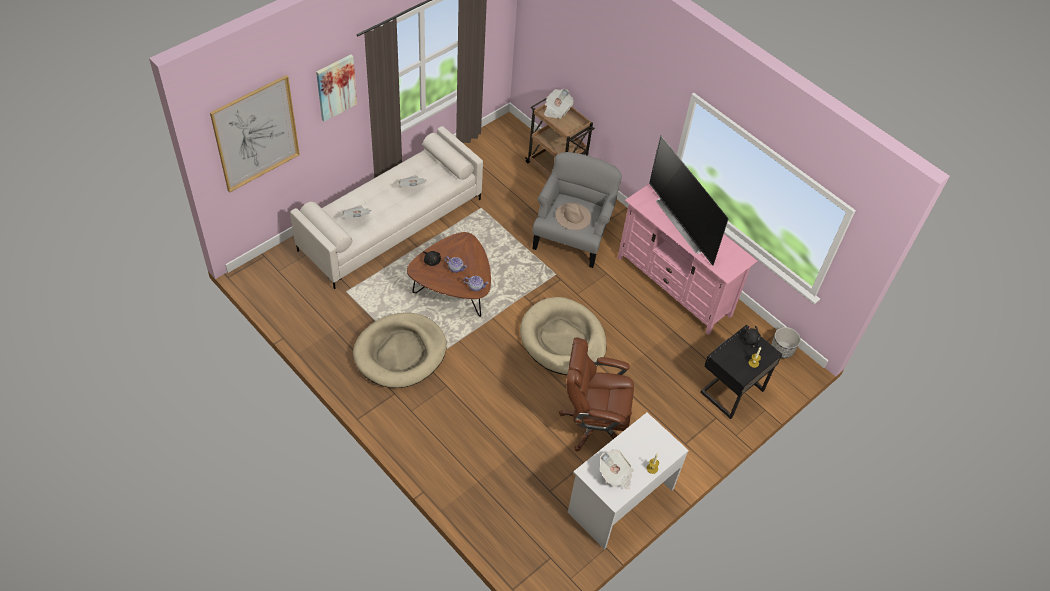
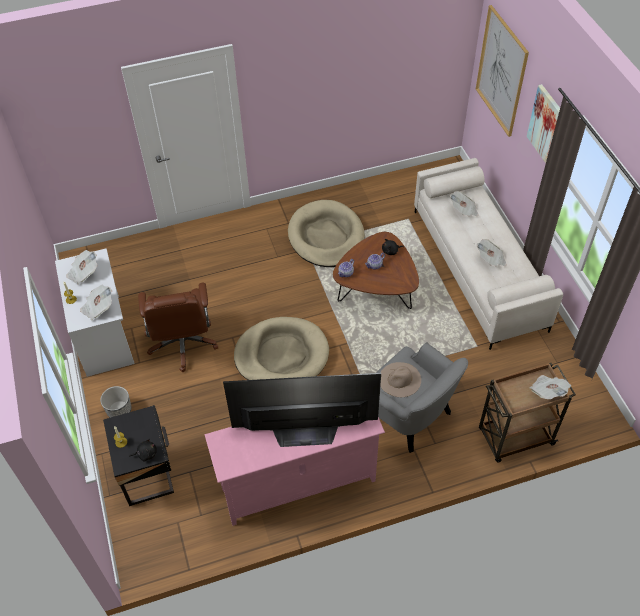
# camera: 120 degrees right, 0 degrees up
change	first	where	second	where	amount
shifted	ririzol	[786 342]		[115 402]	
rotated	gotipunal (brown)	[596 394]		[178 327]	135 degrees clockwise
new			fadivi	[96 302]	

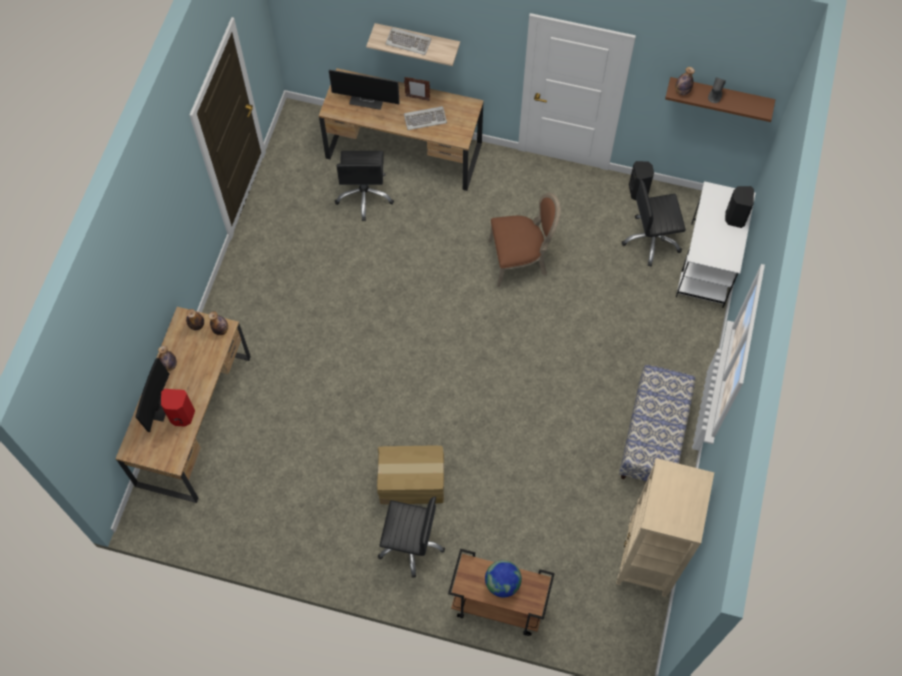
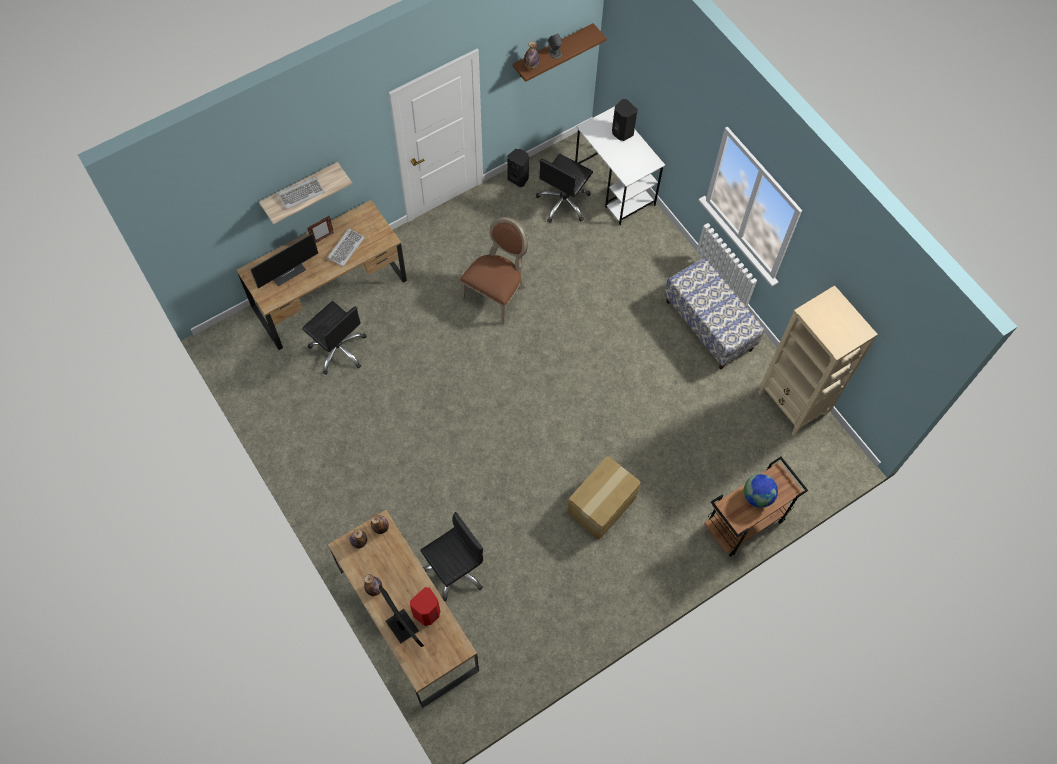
# camera: 50 degrees left, 0 degrees up
change	first	where	second	where	amount
shifted	gotipunal (black)	[411 537]		[451 556]	

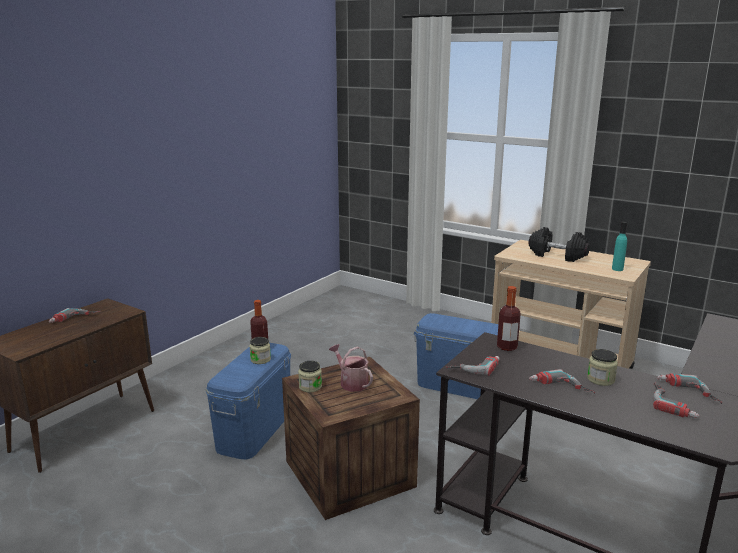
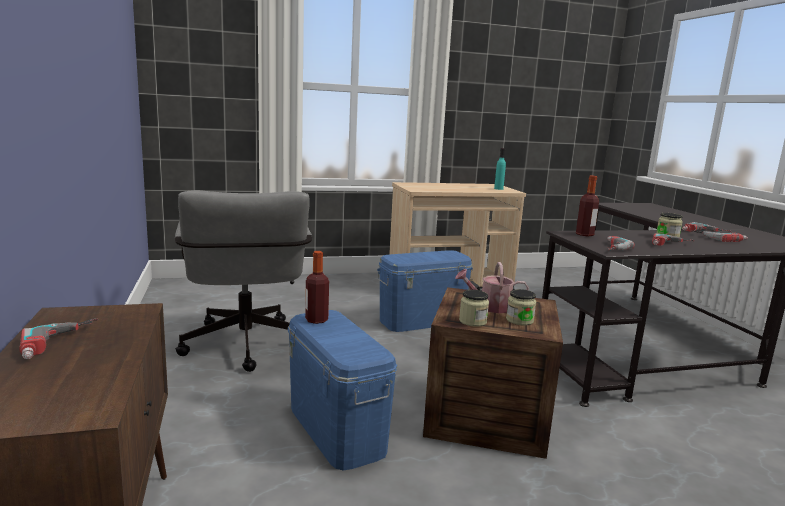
# camera: 50 degrees left, 5 degrees down
change	first	where	second	where	amount
gone	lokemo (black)	[559 244]			
shifted	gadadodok	[260 350]		[521 307]	
new			gotipunal (grey)	[243 281]	

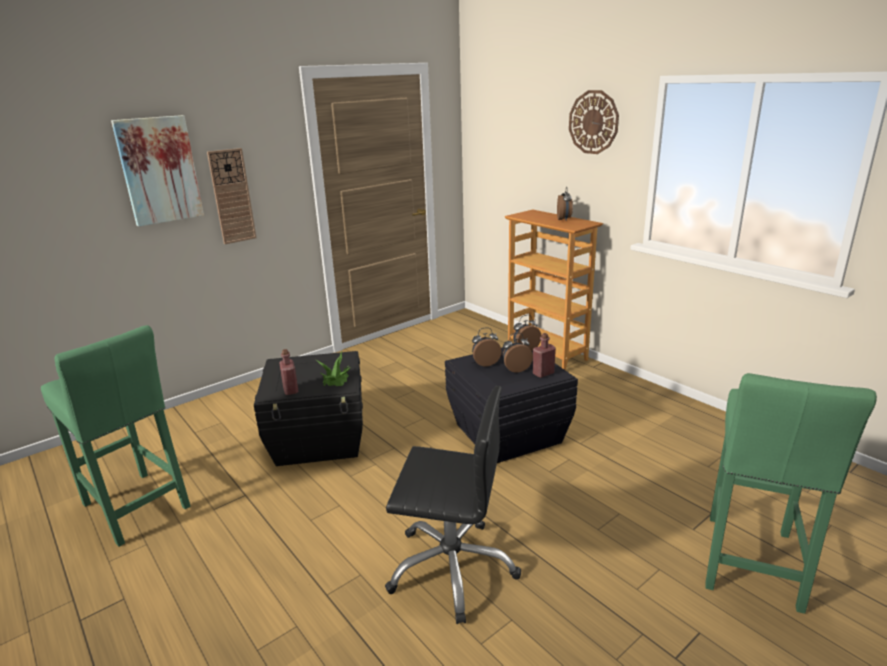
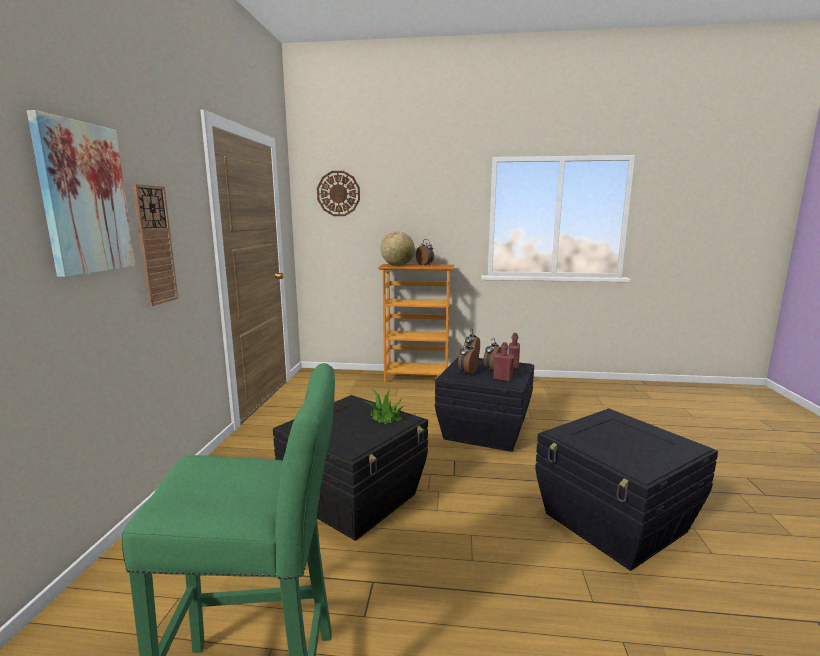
# camera: 45 degrees left, 10 degrees down
change	first	where	second	where	amount
shifted	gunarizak	[594 122]		[338 193]	
shifted	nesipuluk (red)	[289 372]		[503 362]	
gone	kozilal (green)	[791 493]			
swapped	gotipunal (black)	[453 505]	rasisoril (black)	[626 490]	
new			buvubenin	[397 248]	

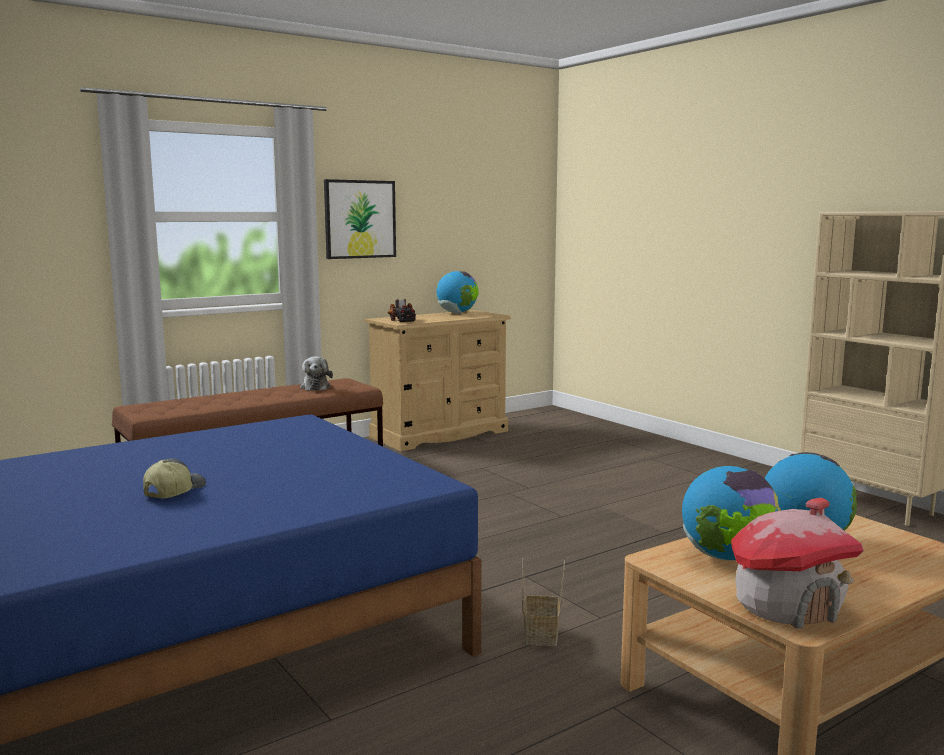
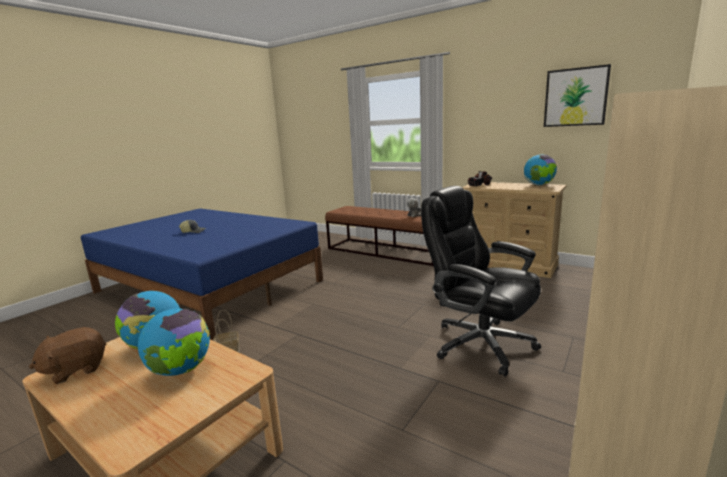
# camera: 70 degrees right, 5 degrees up
change	first	where	second	where	amount
shifted	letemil	[360 219]		[577 95]	
swapped	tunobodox	[797 563]	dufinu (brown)	[68 355]	
new			gotipunal (black)	[481 281]	

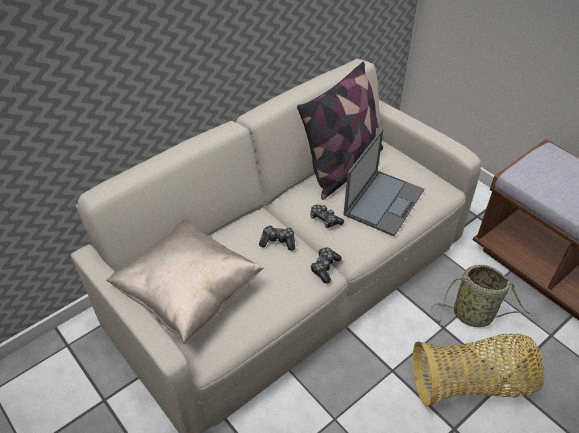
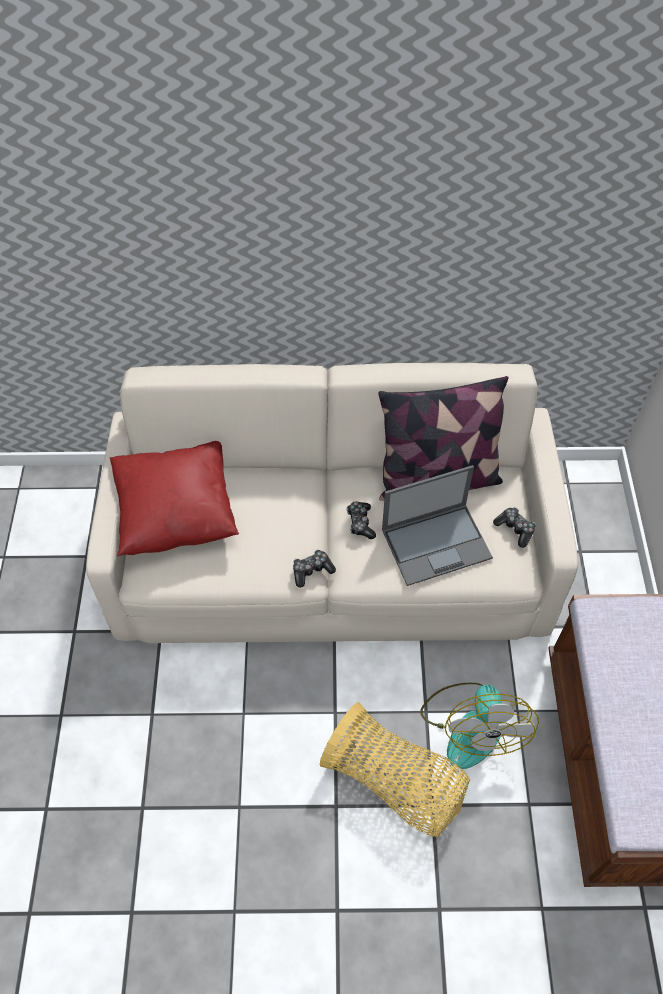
# camera: 40 degrees right, 10 degrees up
change	first	where	second	where	amount
repainted	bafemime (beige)	[185 281]	bafemime (red)	[174 499]	
shifted	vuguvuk	[277 238]		[514 527]	
swapped	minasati	[484 296]	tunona	[479 726]	

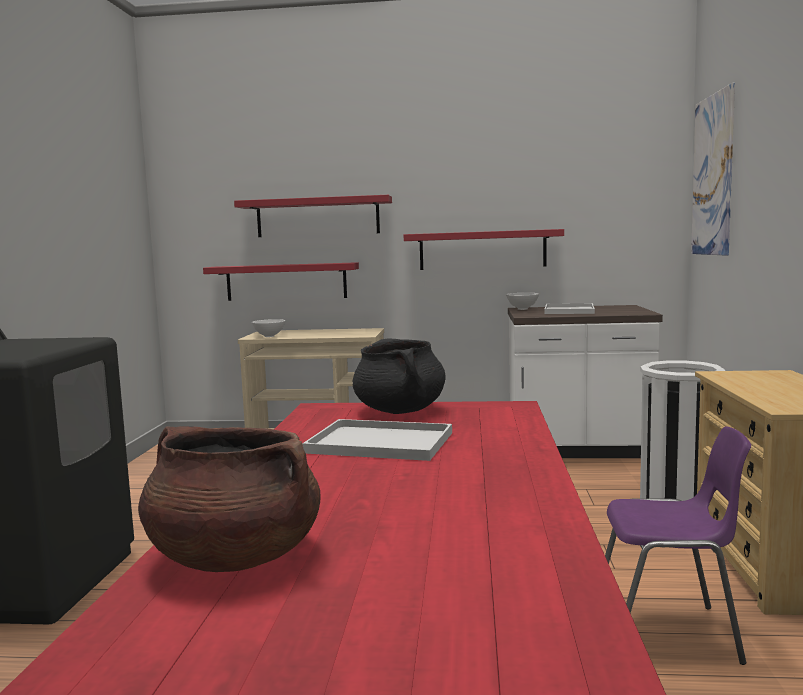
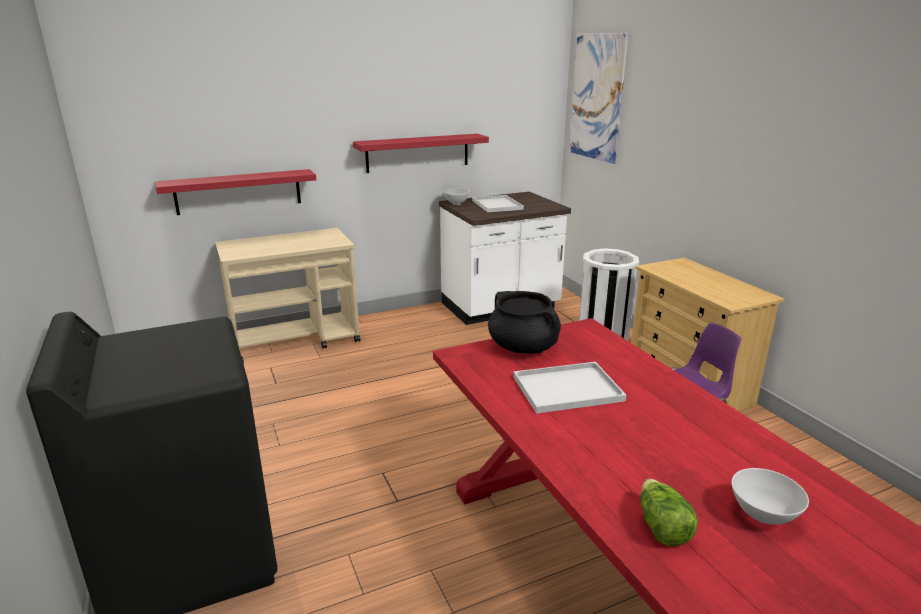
# camera: 30 degrees left, 15 degrees up
change	first	where	second	where	amount
gone	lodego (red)	[313 216]			
shifted	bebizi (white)	[268 328]		[770 496]	
swapped	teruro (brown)	[229 499]	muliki	[669 513]	

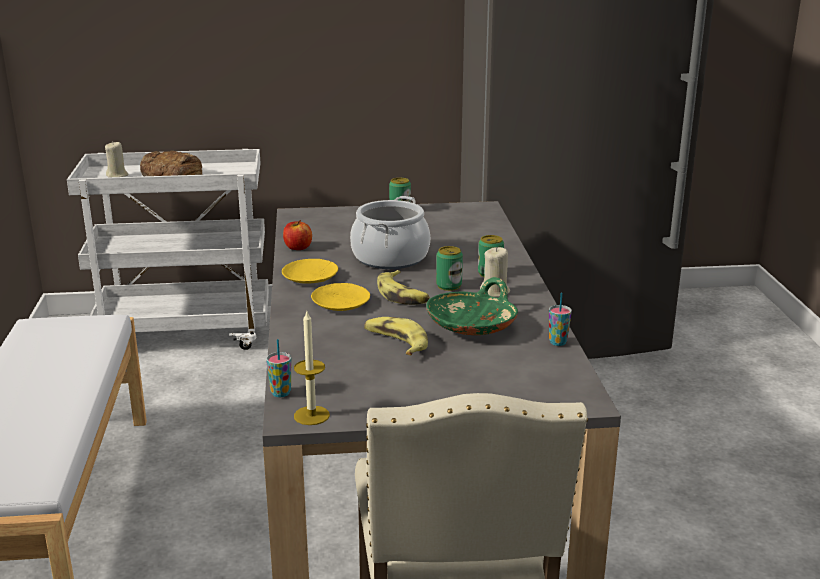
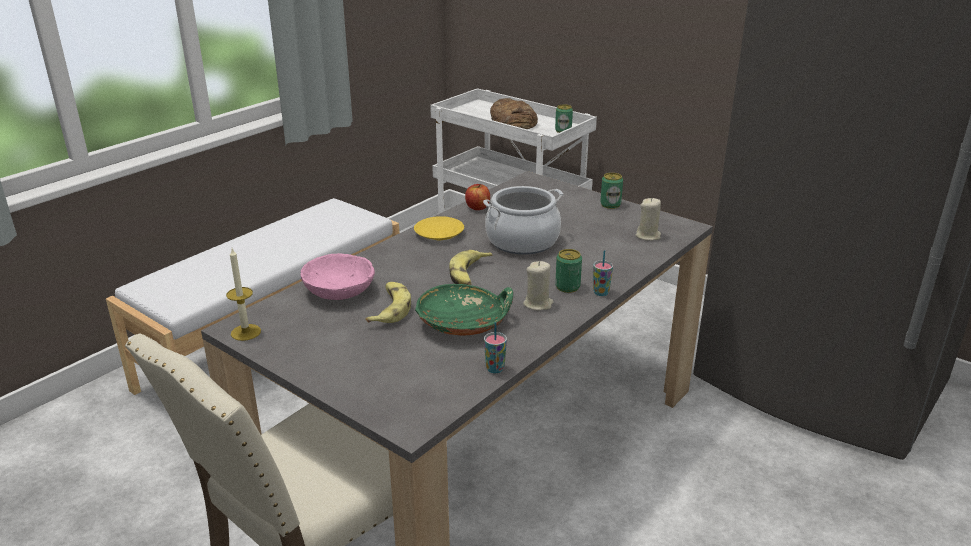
# camera: 45 degrees right, 5 degrees up
change	first	where	second	where	amount
shifted	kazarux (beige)	[117 159]		[648 219]	
shifted	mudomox	[449 268]		[564 118]	
gone	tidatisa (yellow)	[340 297]			
shifted	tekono	[278 368]		[603 273]	
new			bebizi (pink)	[338 276]	

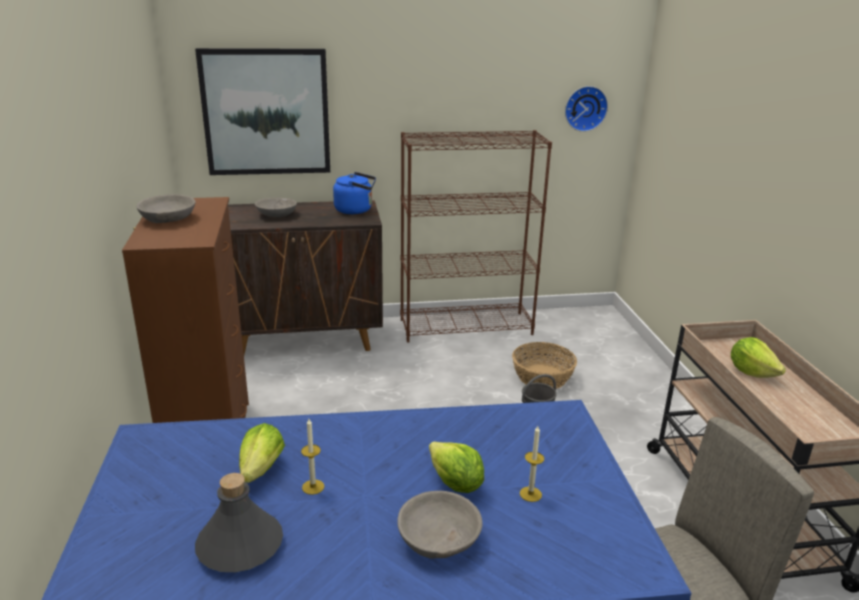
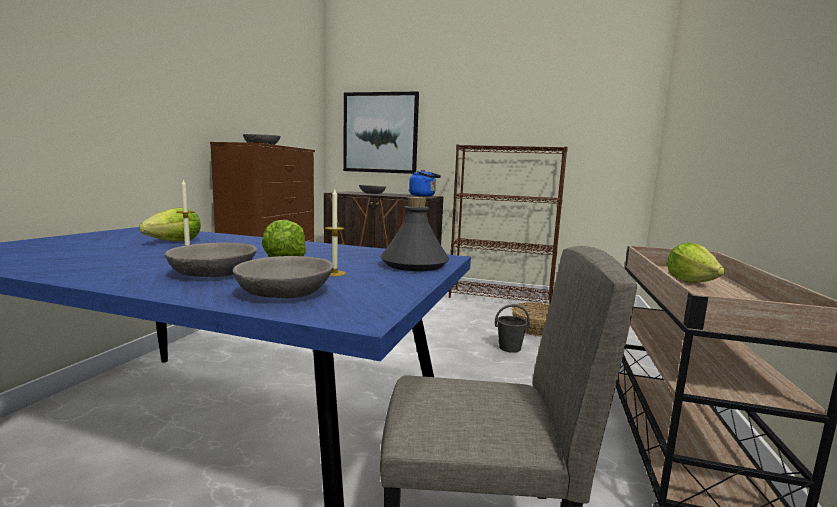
# camera: 25 degrees right, 15 degrees down
change	first	where	second	where	amount
gone	gunarizak	[586 109]			
shifted	nesipuluk (grey)	[239 522]		[414 234]	
new			bebizi (grey)	[283 277]	

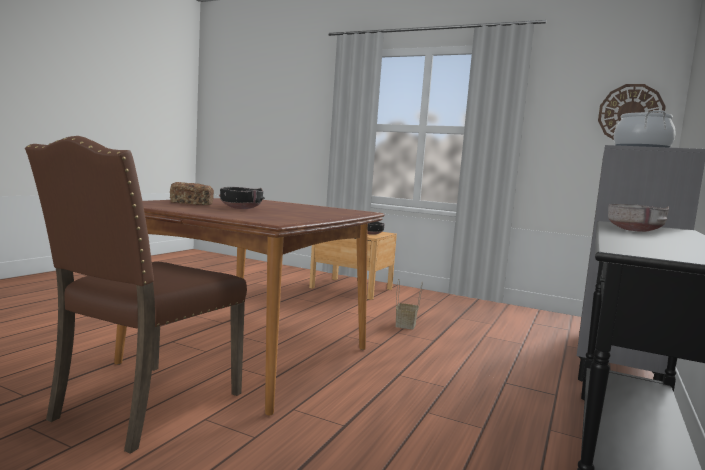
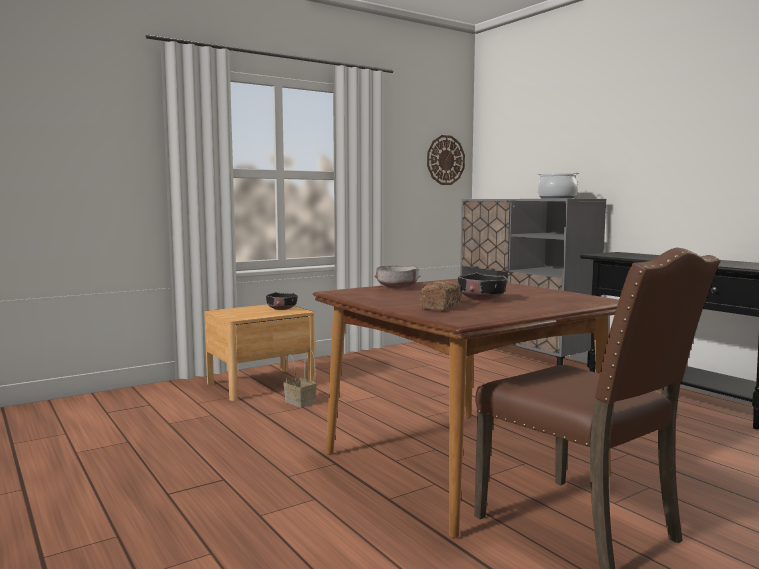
# camera: 60 degrees left, 0 degrees up
change	first	where	second	where	amount
shifted	bebizi (grey)	[638 218]		[398 276]	
shifted	minasati	[409 303]		[300 378]	

